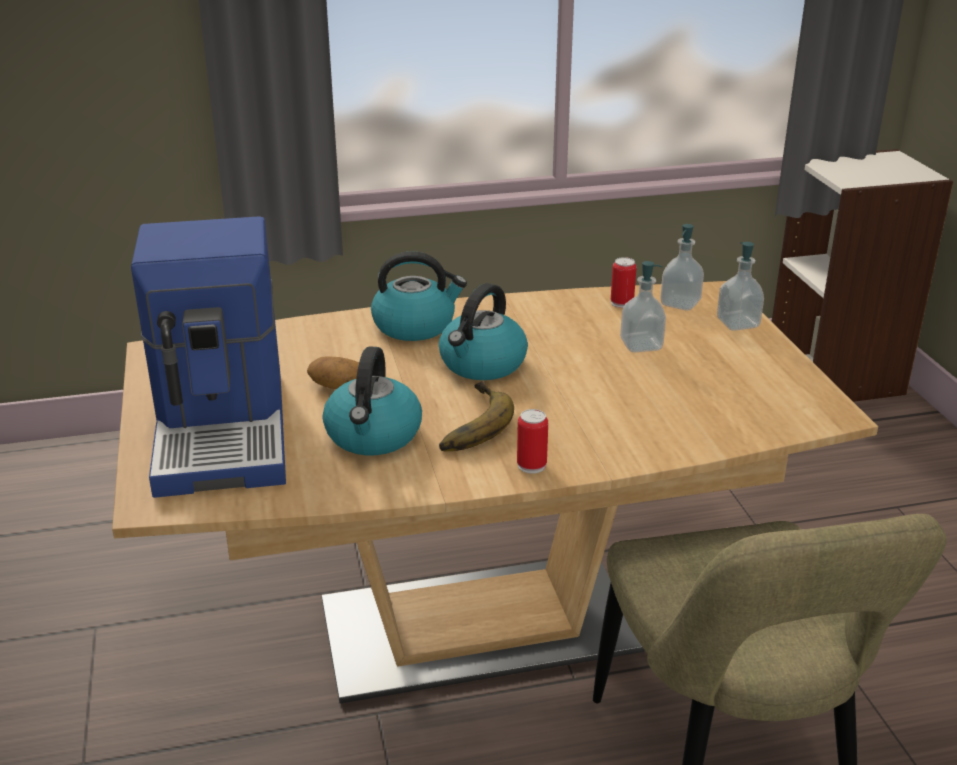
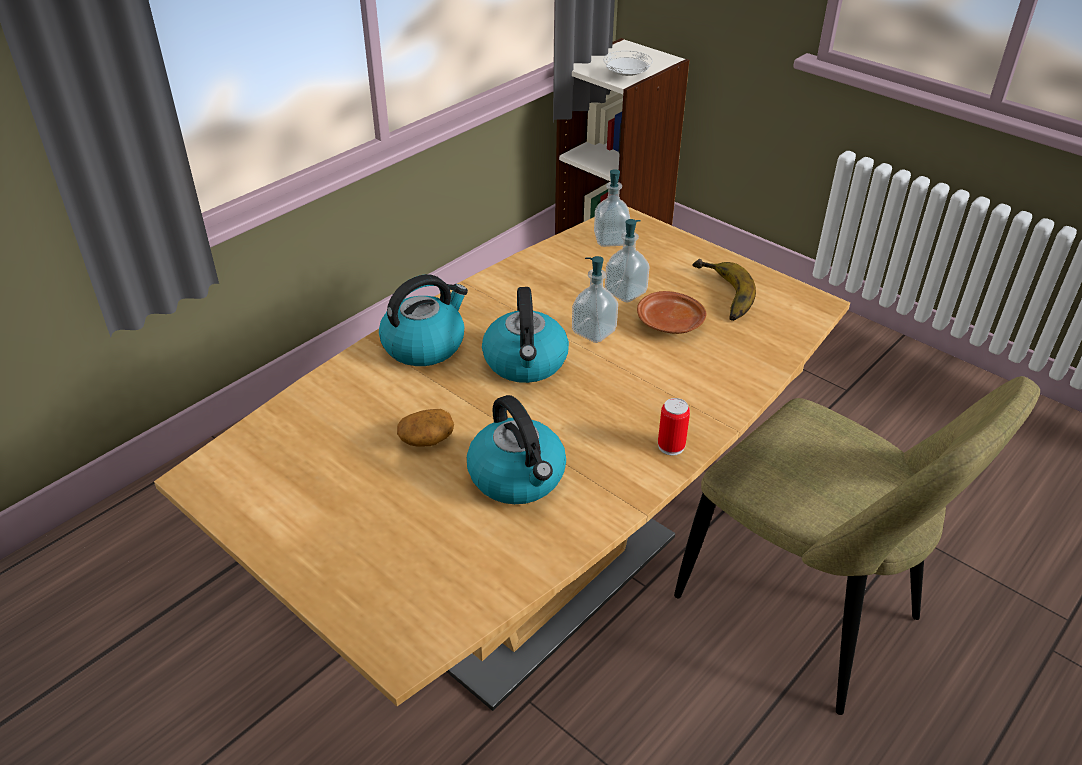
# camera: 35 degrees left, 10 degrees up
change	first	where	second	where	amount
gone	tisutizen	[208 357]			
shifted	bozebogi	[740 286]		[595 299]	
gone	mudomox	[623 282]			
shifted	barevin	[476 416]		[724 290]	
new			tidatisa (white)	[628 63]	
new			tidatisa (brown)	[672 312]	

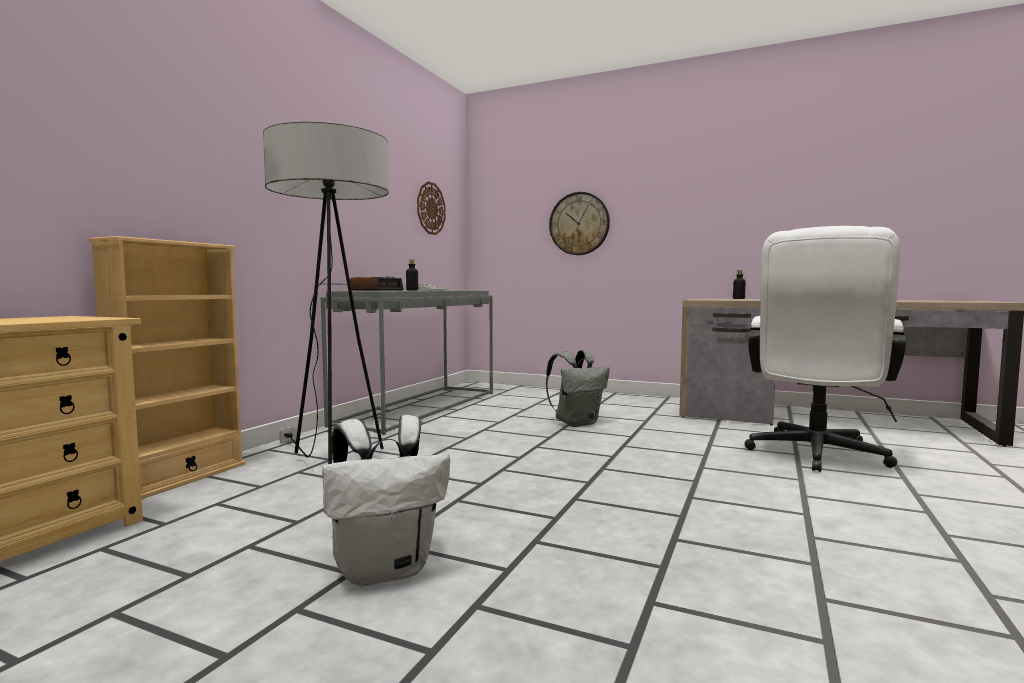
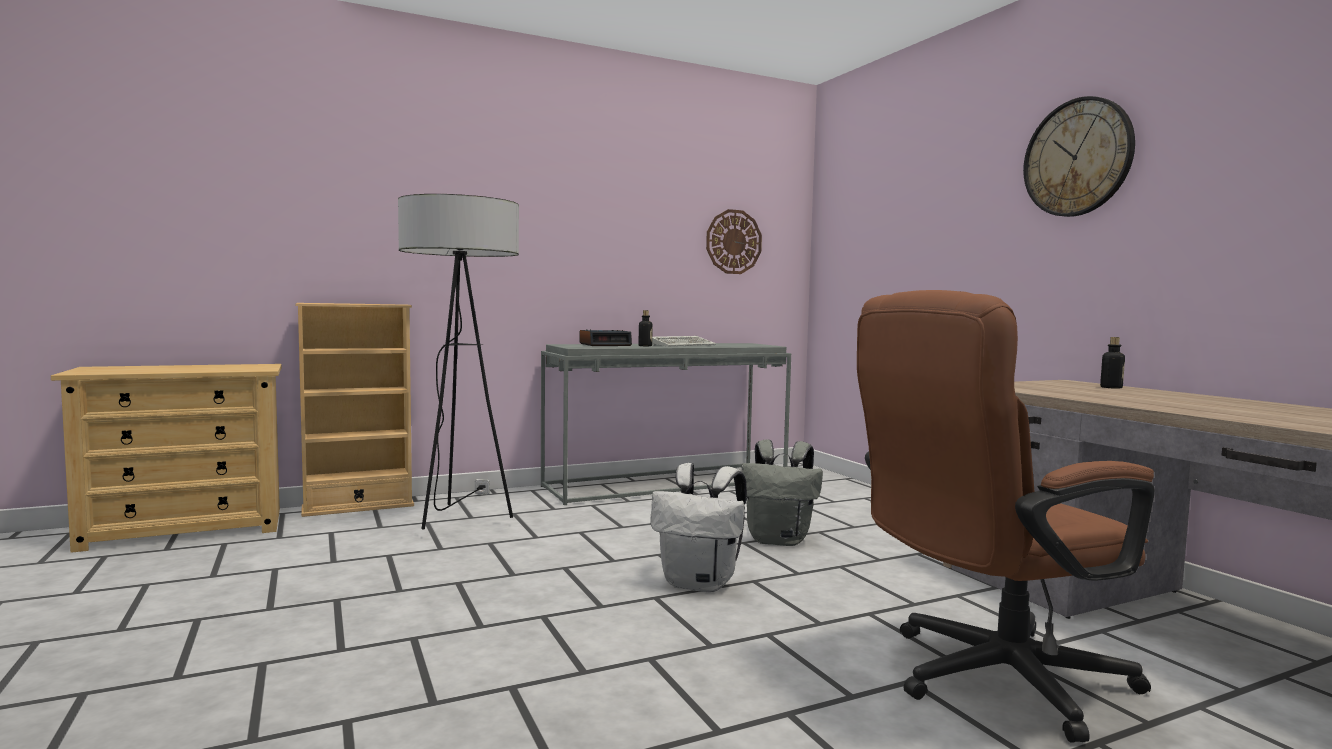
# camera: 40 degrees right, 0 degrees up
change	first	where	second	where	amount
shifted	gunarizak	[579 223]		[1079 156]	
repainted	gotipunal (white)	[825 349]	gotipunal (brown)	[1006 516]	
shifted	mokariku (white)	[386 500]		[698 528]	

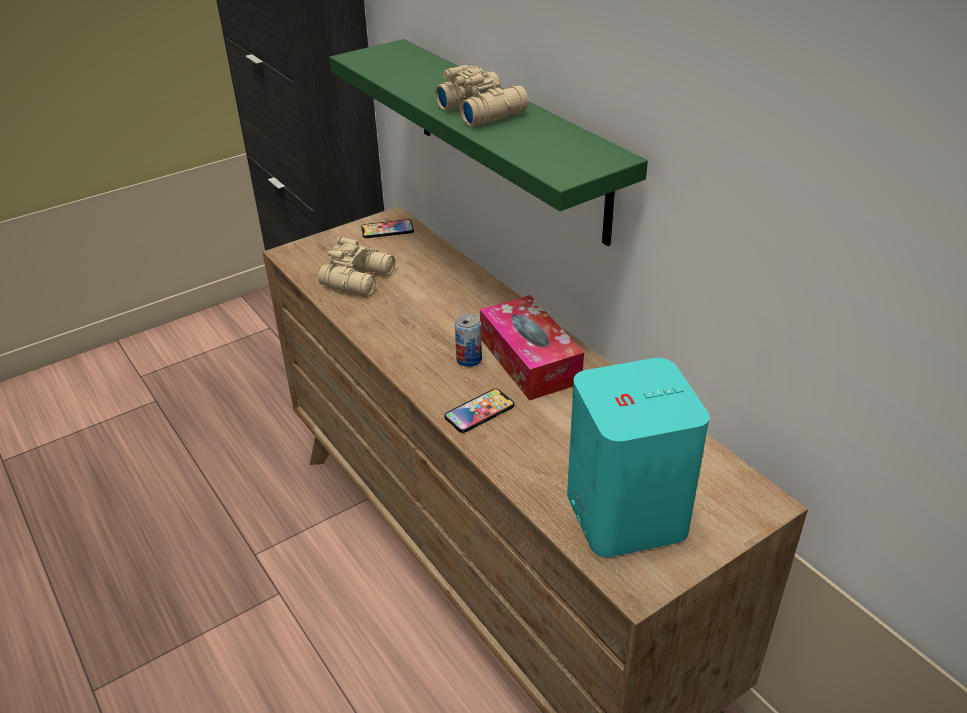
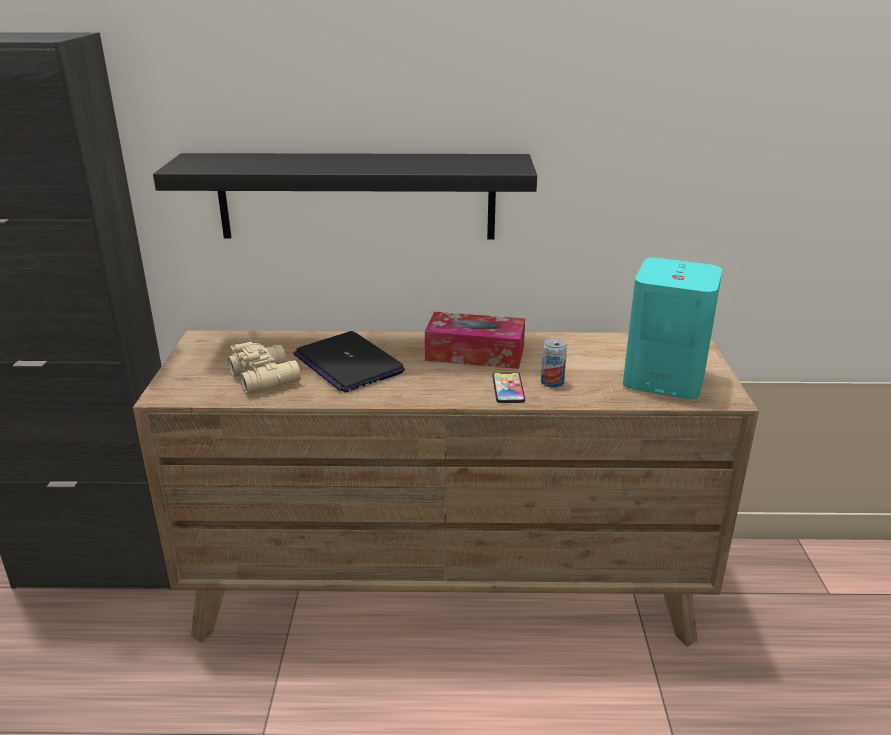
# camera: 55 degrees left, 10 degrees down
change	first	where	second	where	amount
repainted	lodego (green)	[488 142]	lodego (black)	[345 196]	
gone	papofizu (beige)	[481 95]			
gone	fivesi	[387 228]			
shifted	mudomox	[468 340]		[554 363]	
new			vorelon	[349 362]	

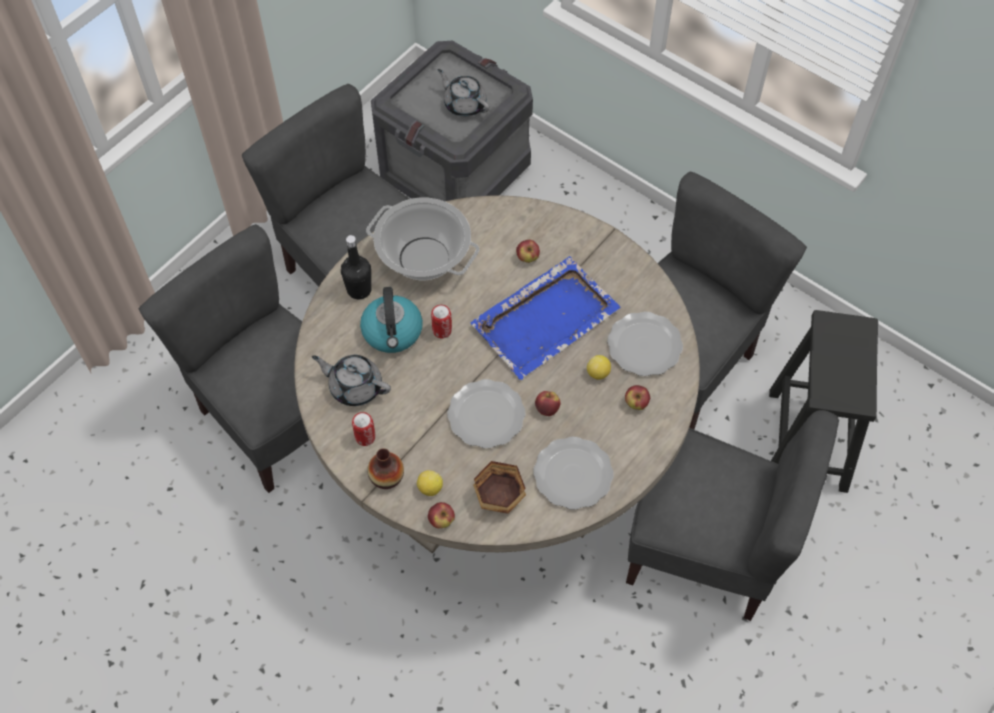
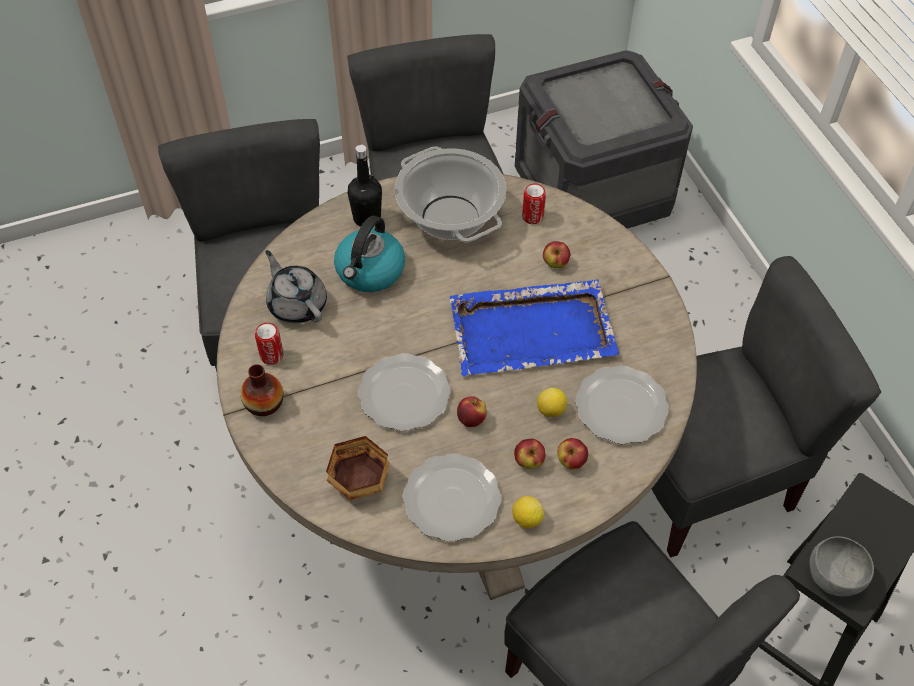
# camera: 30 degrees right, 5 degrees down
change	first	where	second	where	amount
gone	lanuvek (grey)	[464 93]			
shifted	mudomox	[441 321]		[534 203]	
shifted	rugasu	[430 483]		[528 512]	
shifted	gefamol	[441 515]		[529 454]	
new			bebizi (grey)	[842 566]	

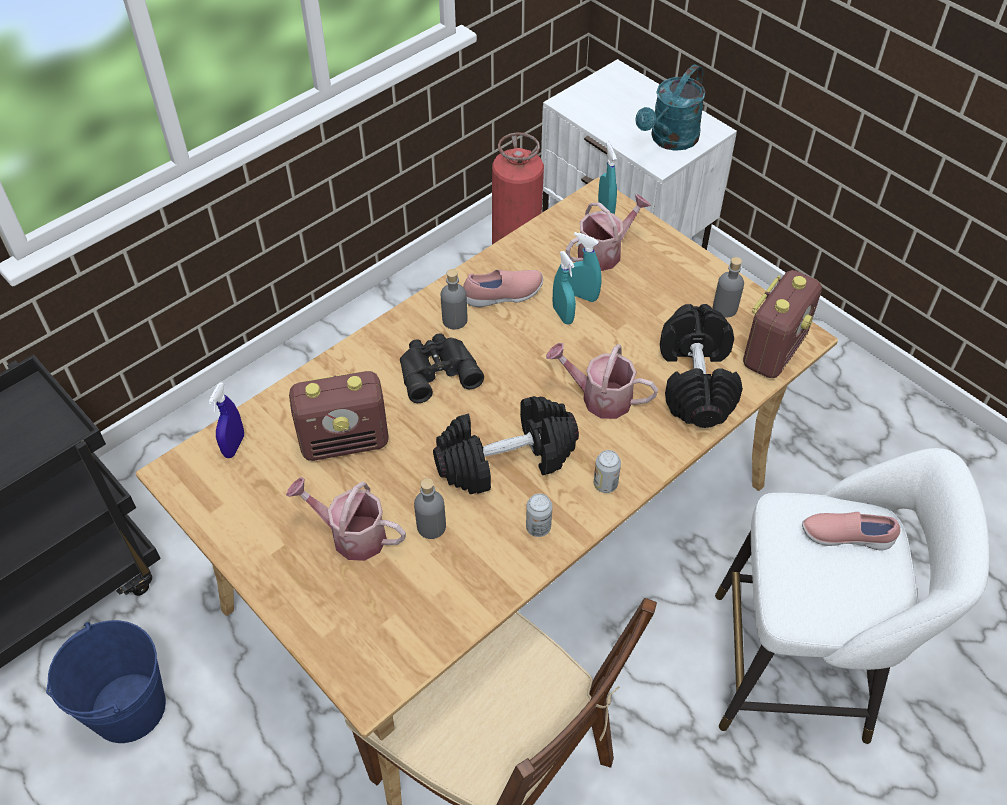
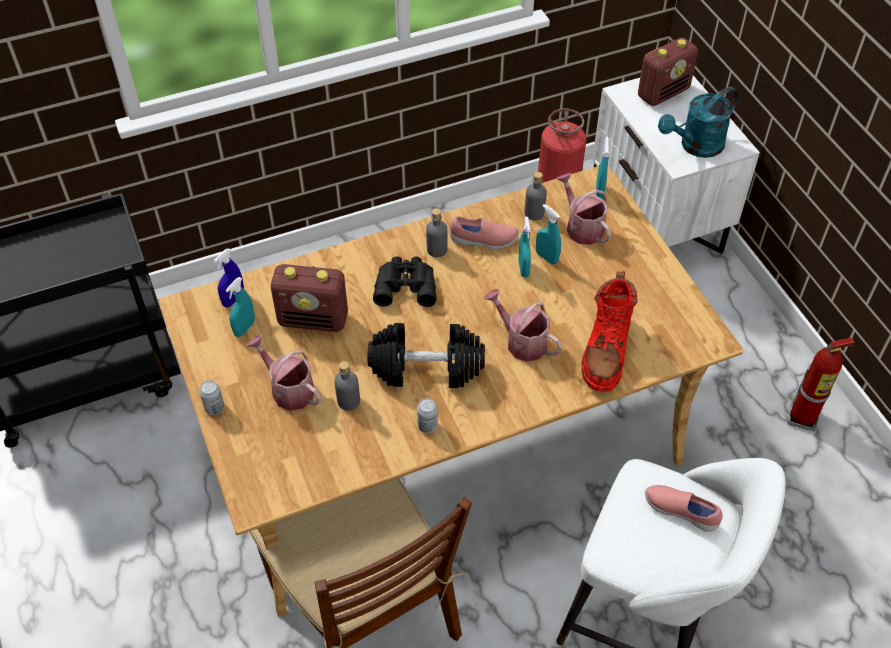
# camera: 20 degrees right, 0 degrees up
change	first	where	second	where	amount
rotated	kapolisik	[608 232]		[583 209]	105 degrees counterclockwise
shifted	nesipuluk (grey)	[728 287]		[535 196]	
shifted	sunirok	[782 324]		[668 71]	
swapped	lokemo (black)	[701 366]	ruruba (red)	[609 331]	
shifted	mudomox	[607 471]		[212 397]	
gone	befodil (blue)	[106 681]			
new			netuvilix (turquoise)	[240 307]	
new			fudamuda	[821 385]	

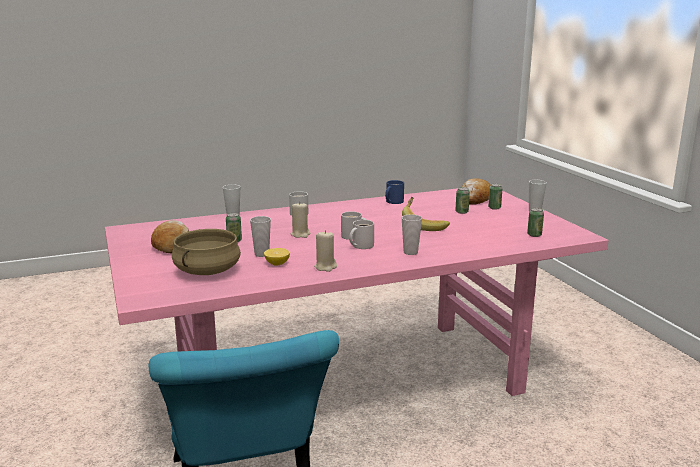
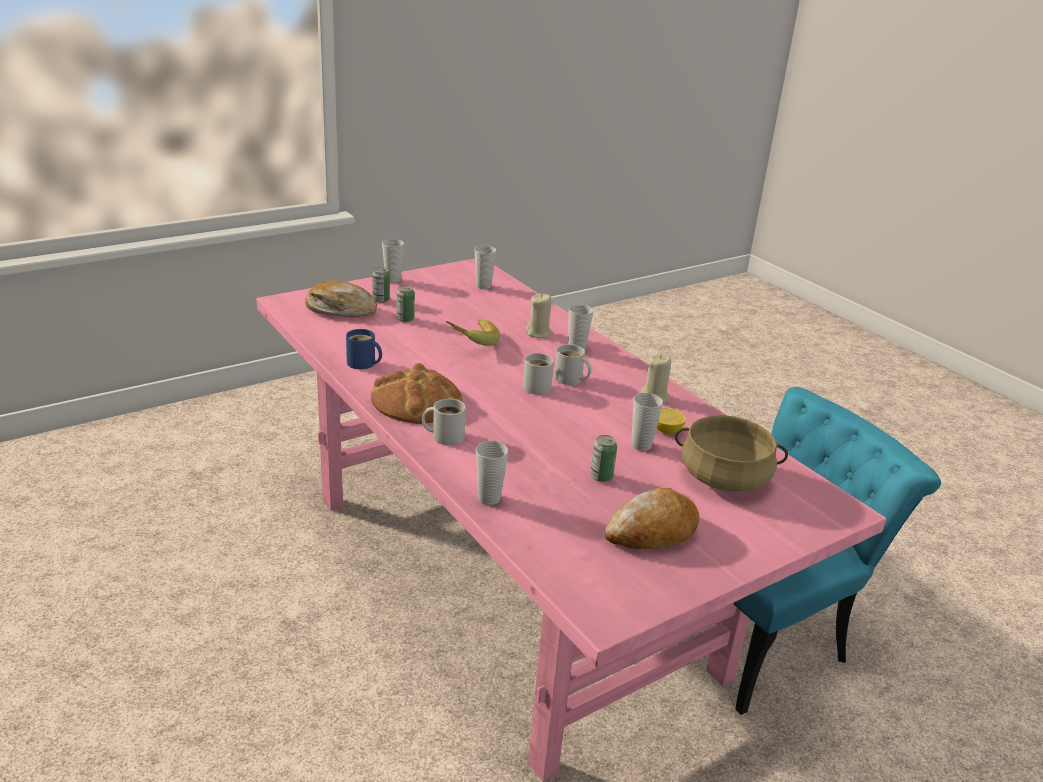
# camera: 105 degrees left, 10 degrees up
change	first	where	second	where	amount
shifted	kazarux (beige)	[300 220]		[539 316]	
swapped	mudomox	[535 222]	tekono	[486 267]	
new			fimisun	[416 393]	

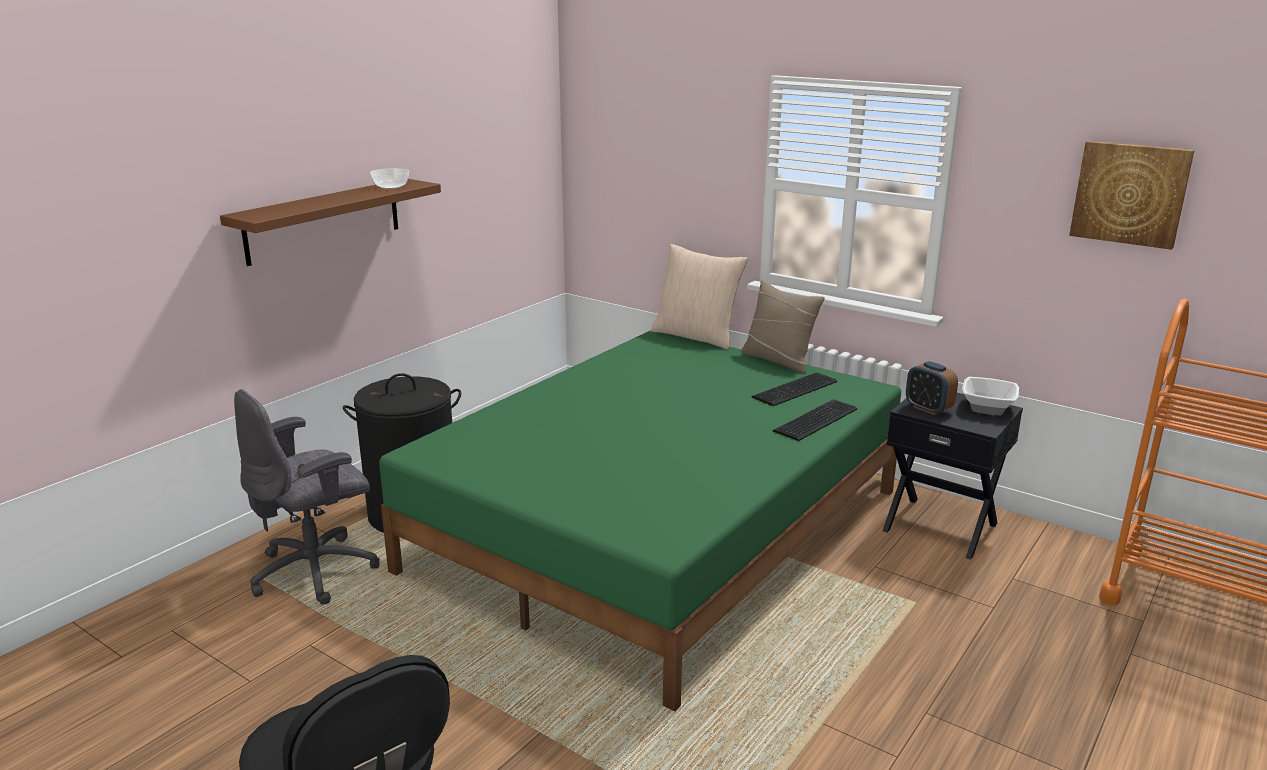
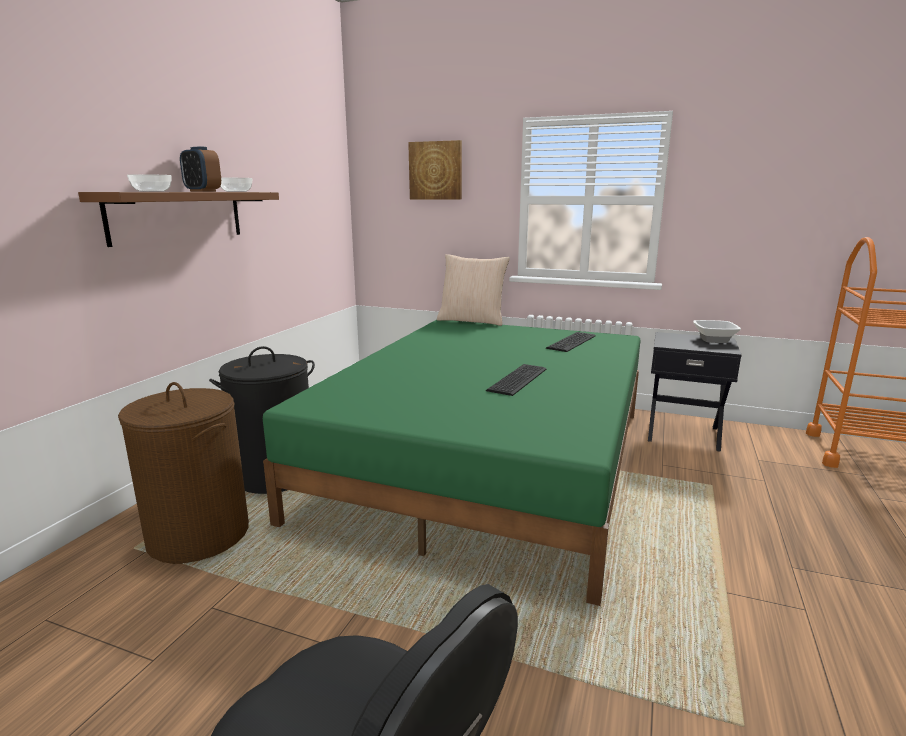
# camera: 15 degrees left, 5 degrees down
change	first	where	second	where	amount
shifted	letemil	[1132 195]		[435 170]	
gone	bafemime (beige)	[783 327]			
shifted	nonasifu	[932 388]		[200 169]	
swapped	gotipunal (grey)	[307 497]	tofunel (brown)	[183 473]	
shifted	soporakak	[815 420]		[516 380]	
new			bebizi	[149 183]	

